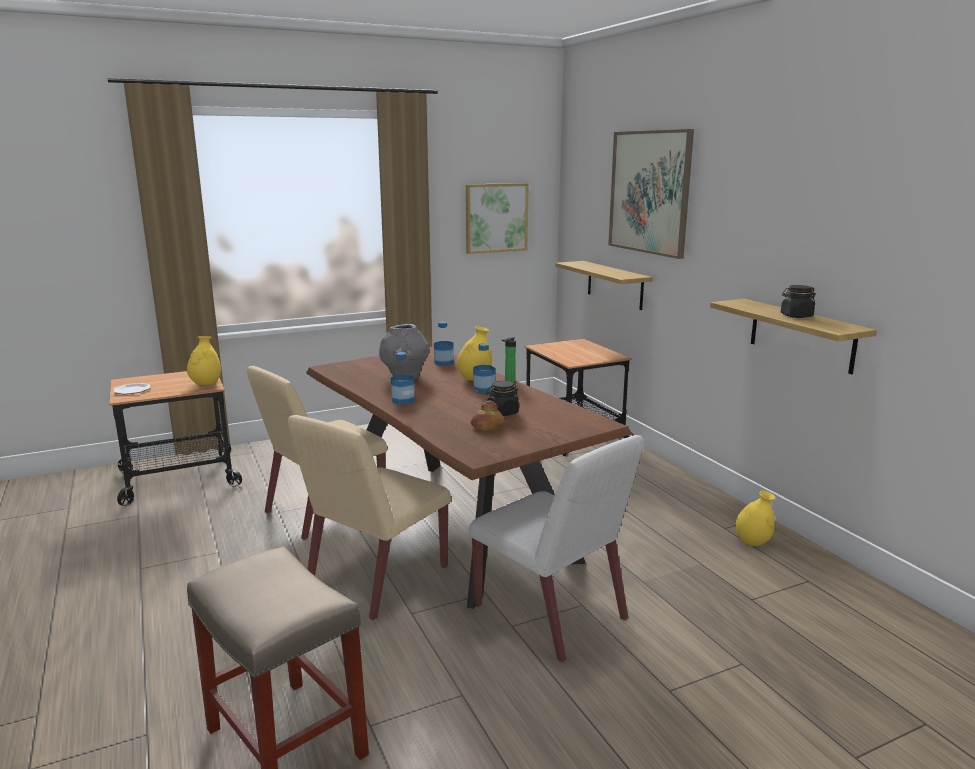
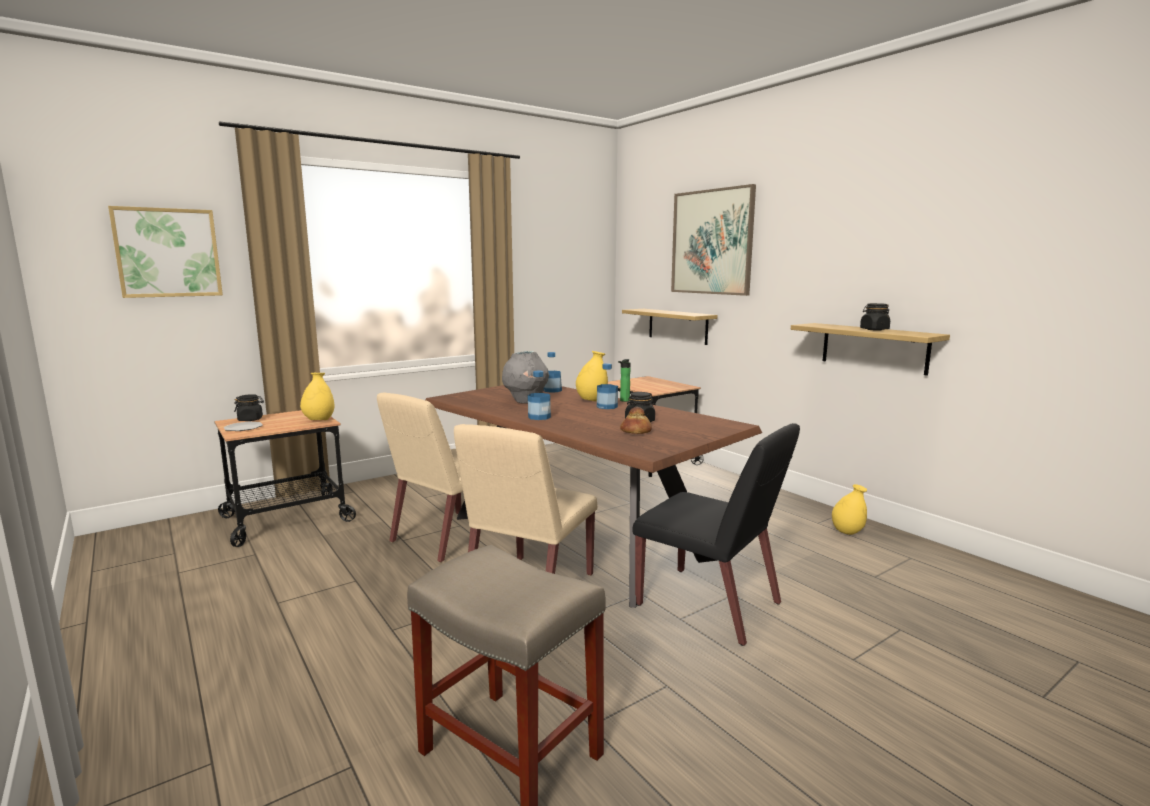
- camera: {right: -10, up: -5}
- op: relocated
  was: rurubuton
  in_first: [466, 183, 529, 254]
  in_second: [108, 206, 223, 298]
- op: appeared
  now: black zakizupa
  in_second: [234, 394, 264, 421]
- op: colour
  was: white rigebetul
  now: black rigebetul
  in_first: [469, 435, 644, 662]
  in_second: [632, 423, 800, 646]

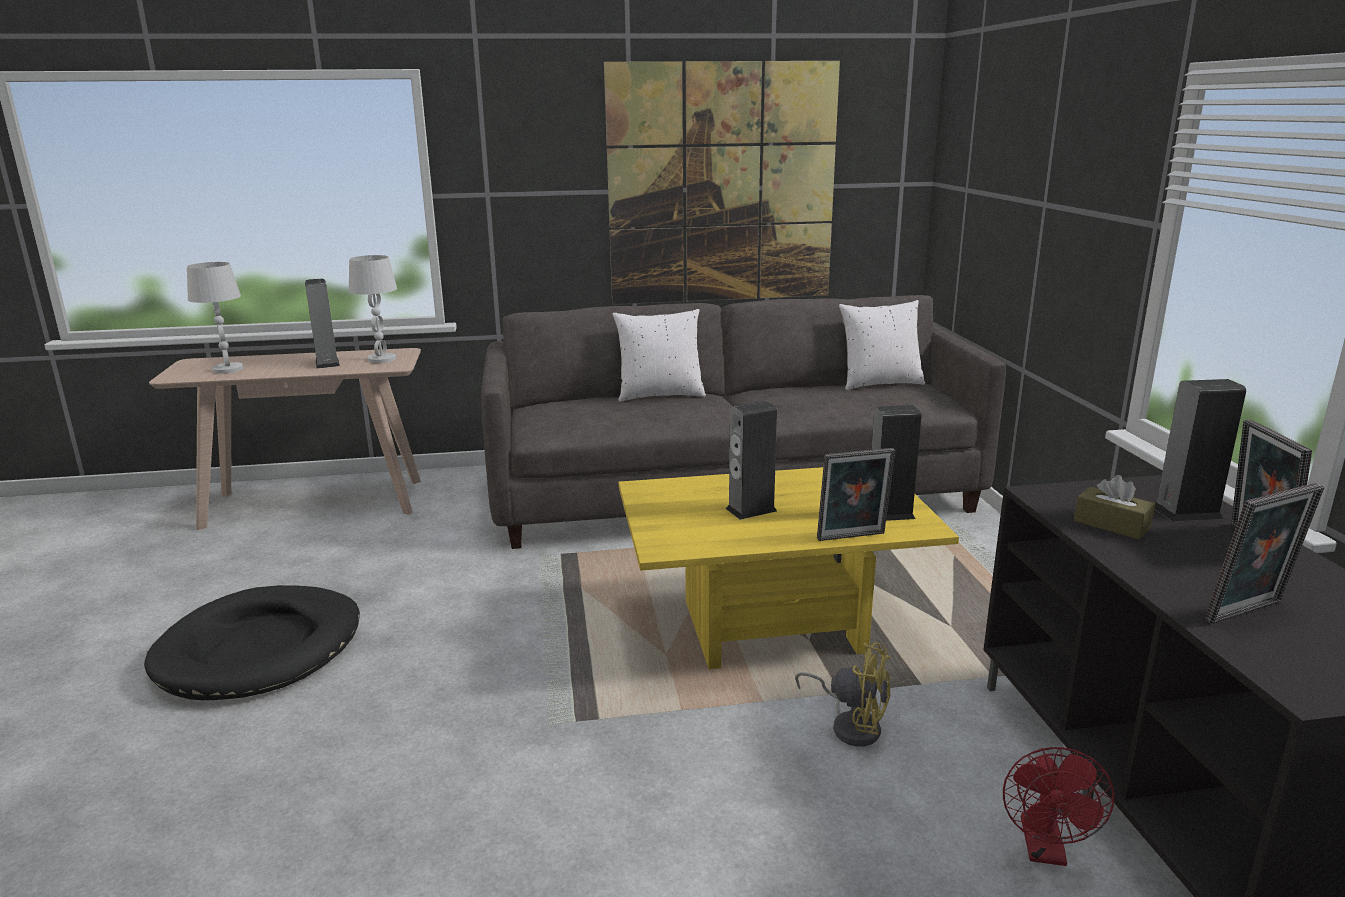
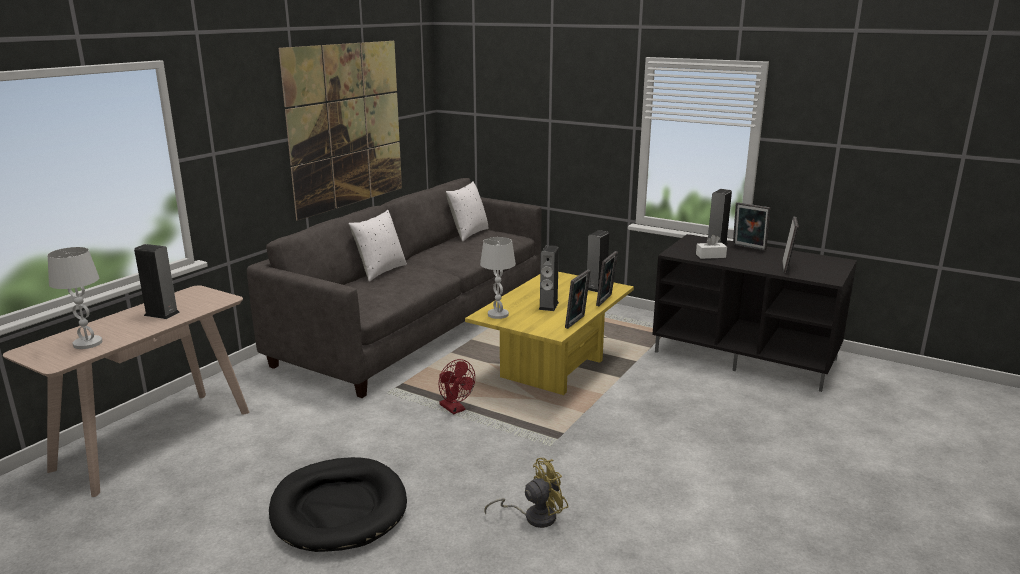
- camera: {right: -50, up: 0}
- op: relocated
  was: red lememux
  in_first: [1003, 747, 1114, 866]
  in_second: [438, 359, 475, 414]
- op: relocated
  was: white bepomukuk
  in_first: [349, 255, 397, 363]
  in_second: [480, 237, 516, 319]
- op: relocated
  was: yellow lememux
  in_first: [795, 642, 890, 746]
  in_second: [484, 458, 568, 528]
- op: appeared
  now: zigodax
  in_second: [565, 269, 591, 329]
- op: colour
  was: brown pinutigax
  now: white pinutigax
  in_first: [1074, 475, 1155, 539]
  in_second: [696, 235, 727, 259]

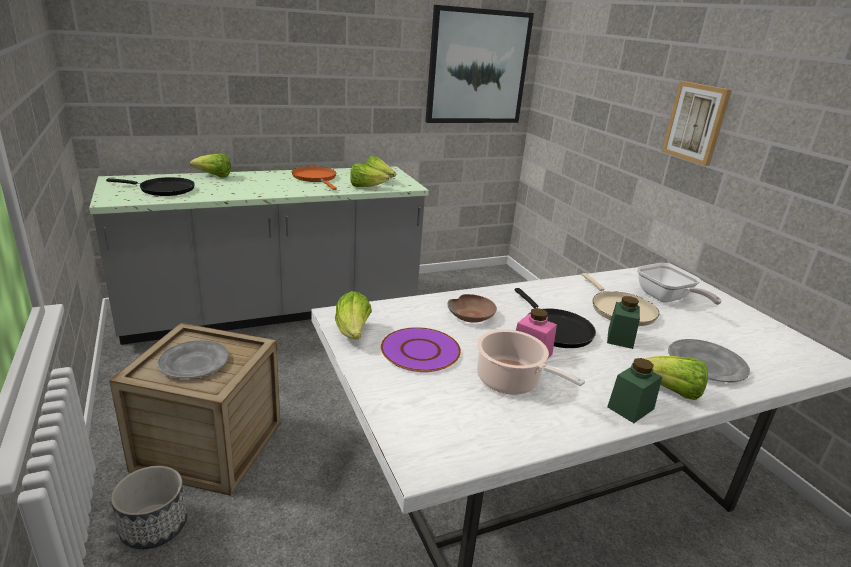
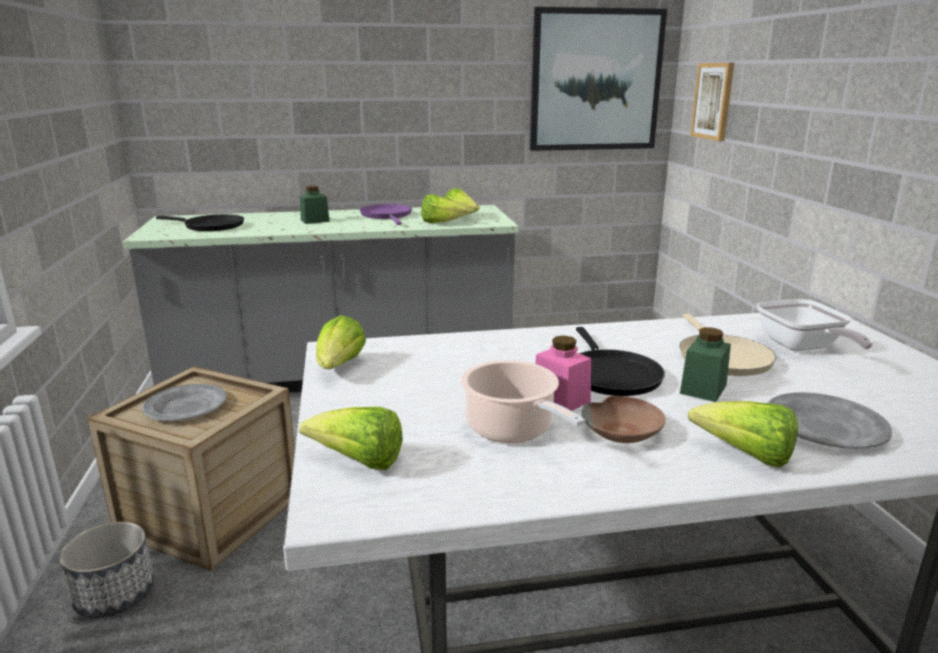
- camera: {right: 15, up: -5}
- op: relocated
  was: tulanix
  in_first: [190, 153, 231, 177]
  in_second: [299, 407, 403, 470]
- op: relocated
  was: green zakizupa
  in_first: [607, 358, 662, 423]
  in_second: [300, 186, 330, 224]
- op: colour
  was: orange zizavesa
  now: purple zizavesa
  in_first: [292, 166, 337, 190]
  in_second: [360, 204, 412, 225]
- op: relocated
  was: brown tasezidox
  in_first: [448, 294, 497, 323]
  in_second: [582, 396, 666, 443]
- op: relocated
  was: rurubuton
  in_first: [662, 81, 732, 166]
  in_second: [690, 63, 734, 141]
- op: missing
  was: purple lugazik
  in_first: [381, 327, 461, 372]

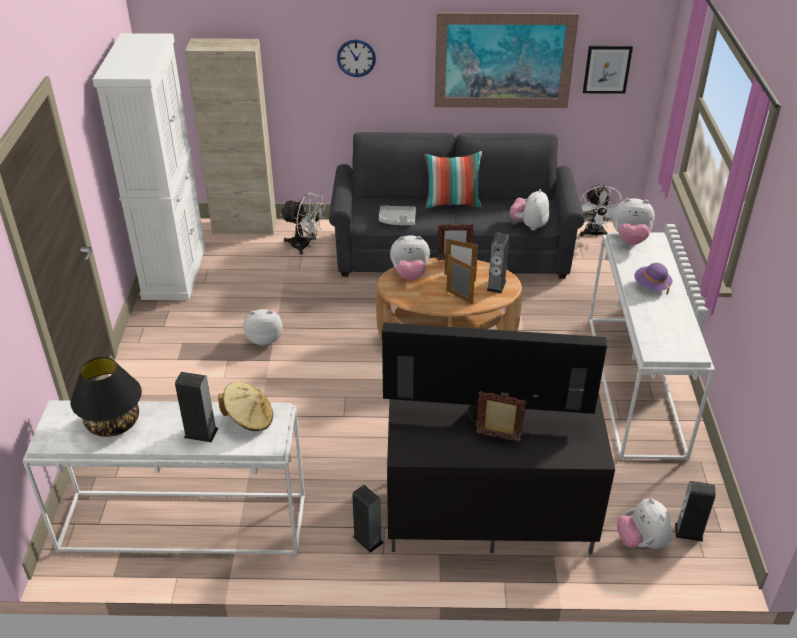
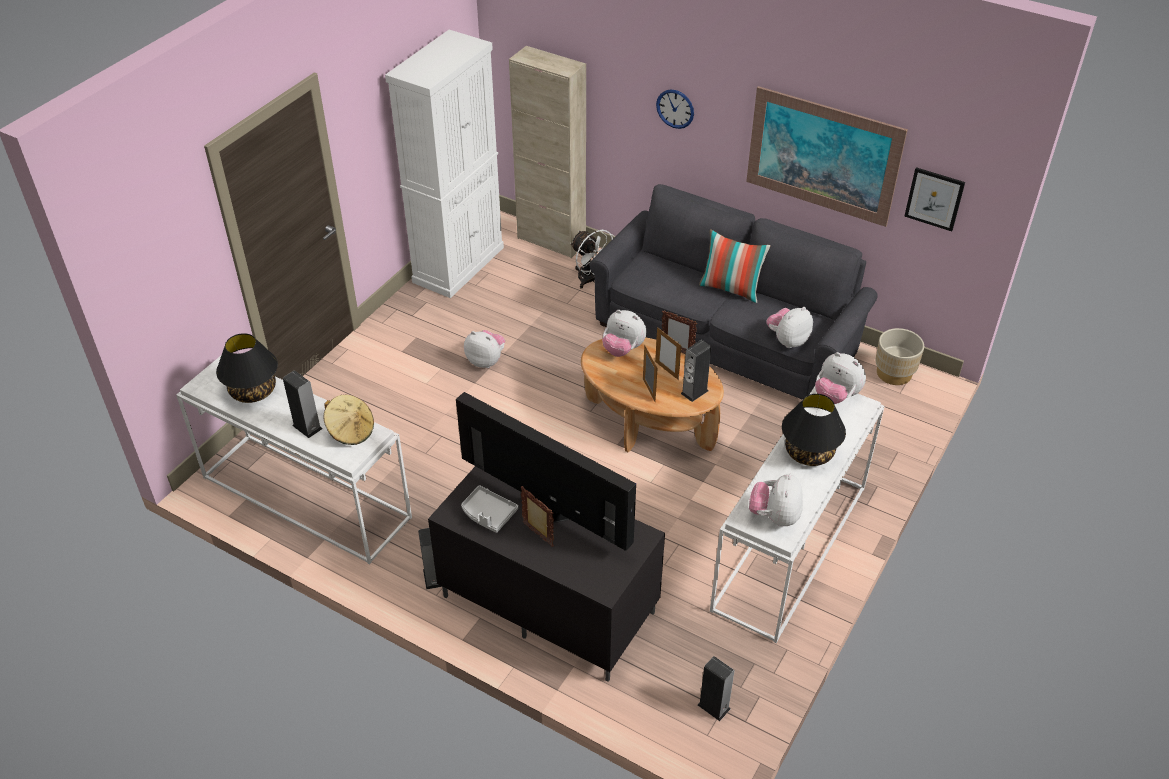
- camera: {right: 30, up: 5}
- op: relocated
  was: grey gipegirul
  in_first: [379, 206, 416, 225]
  in_second: [461, 485, 518, 533]
- op: relocated
  was: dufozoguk
  in_first: [617, 498, 673, 549]
  in_second: [749, 474, 803, 526]
- op: exchanged
  was: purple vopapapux
  now: black bepomukuk
  in_first: [634, 263, 673, 295]
  in_second: [782, 394, 846, 466]
- op: exchanged
  was: white lememux
  now: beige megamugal
  in_first: [580, 184, 623, 238]
  in_second: [876, 328, 924, 385]

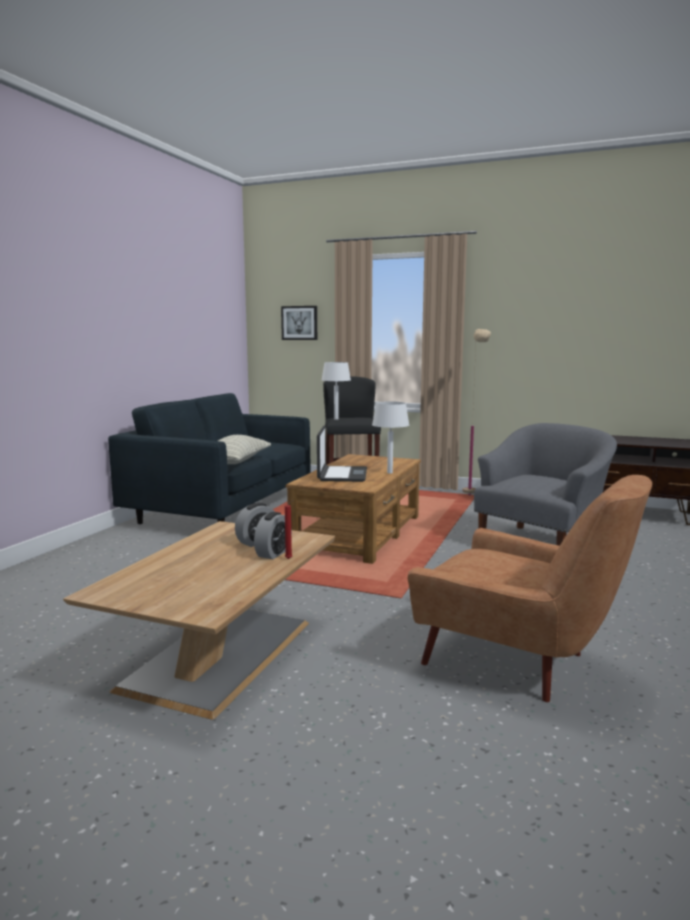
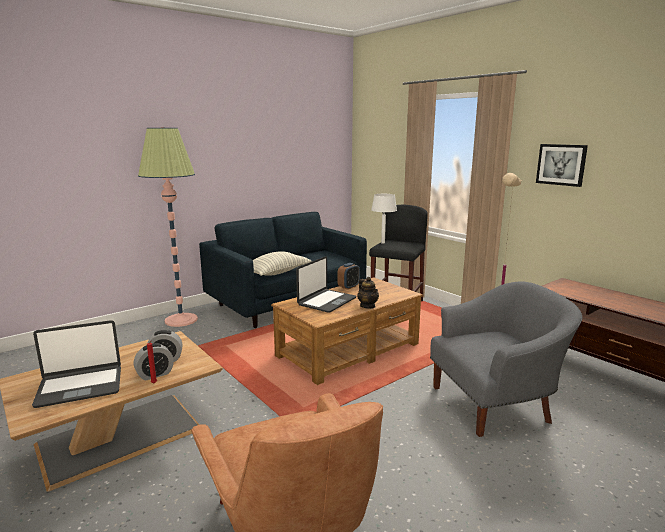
- camera: {right: 30, up: 5}
- op: appeared
  now: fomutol
  in_second: [32, 320, 121, 408]
- op: appeared
  now: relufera
  in_second: [138, 127, 198, 327]
- op: appeared
  now: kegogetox
  in_second: [337, 263, 360, 289]
- op: exchanged
  was: white bepomukuk
  now: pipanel
  in_first: [372, 401, 409, 474]
  in_second: [357, 277, 379, 309]
- op: relocated
  was: rurubuton
  in_first: [281, 306, 317, 340]
  in_second: [536, 144, 588, 187]

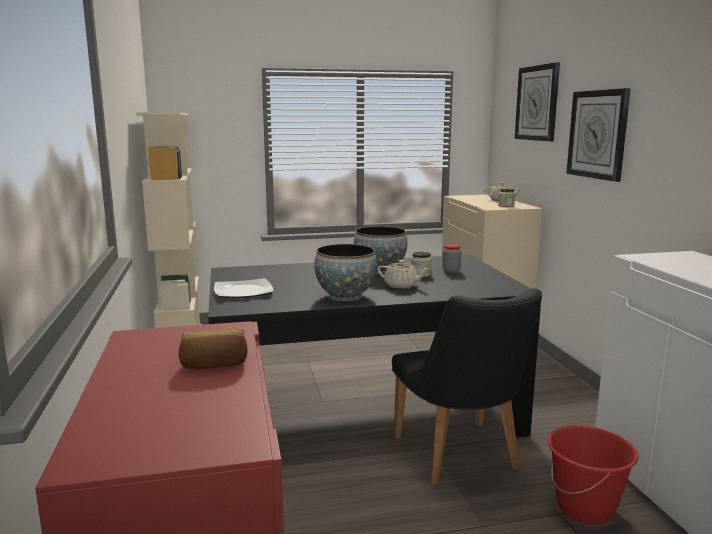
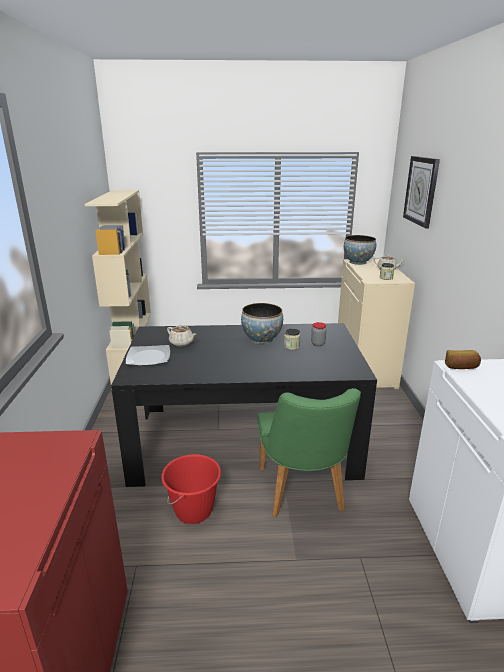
- camera: {right: 10, up: 10}
- op: relocated
  was: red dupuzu
  in_first: [548, 425, 639, 525]
  in_second: [161, 454, 221, 524]
- op: relocated
  was: beige pipanel
  in_first: [378, 260, 428, 289]
  in_second: [167, 325, 196, 346]
- op: colour
  was: black rigebetul
  now: green rigebetul
  in_first: [392, 288, 542, 485]
  in_second: [257, 388, 361, 517]
- op: relocated
  was: tasezidox
  in_first: [315, 244, 377, 301]
  in_second: [344, 235, 376, 265]
- op: relocated
  was: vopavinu
  in_first: [178, 328, 248, 369]
  in_second: [445, 350, 481, 369]
- op: missing
  was: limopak
  in_first: [566, 88, 631, 182]

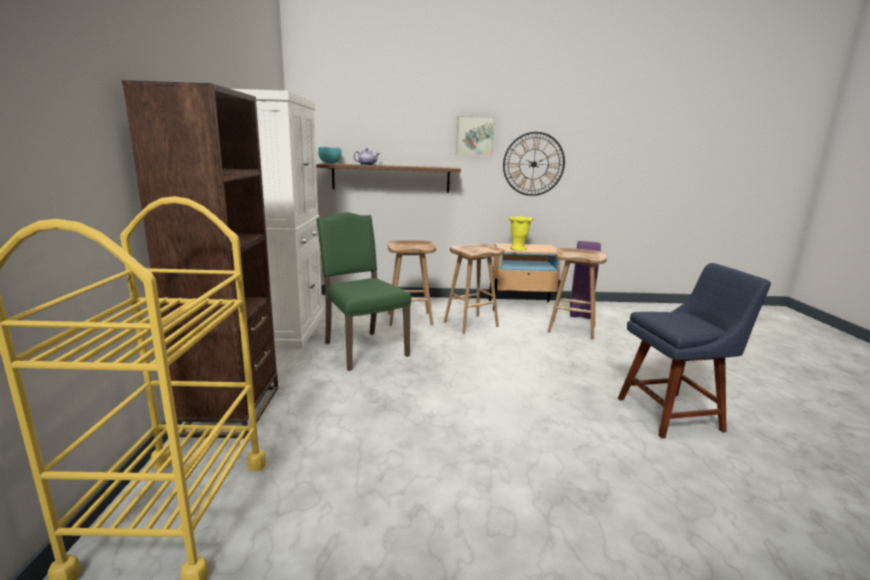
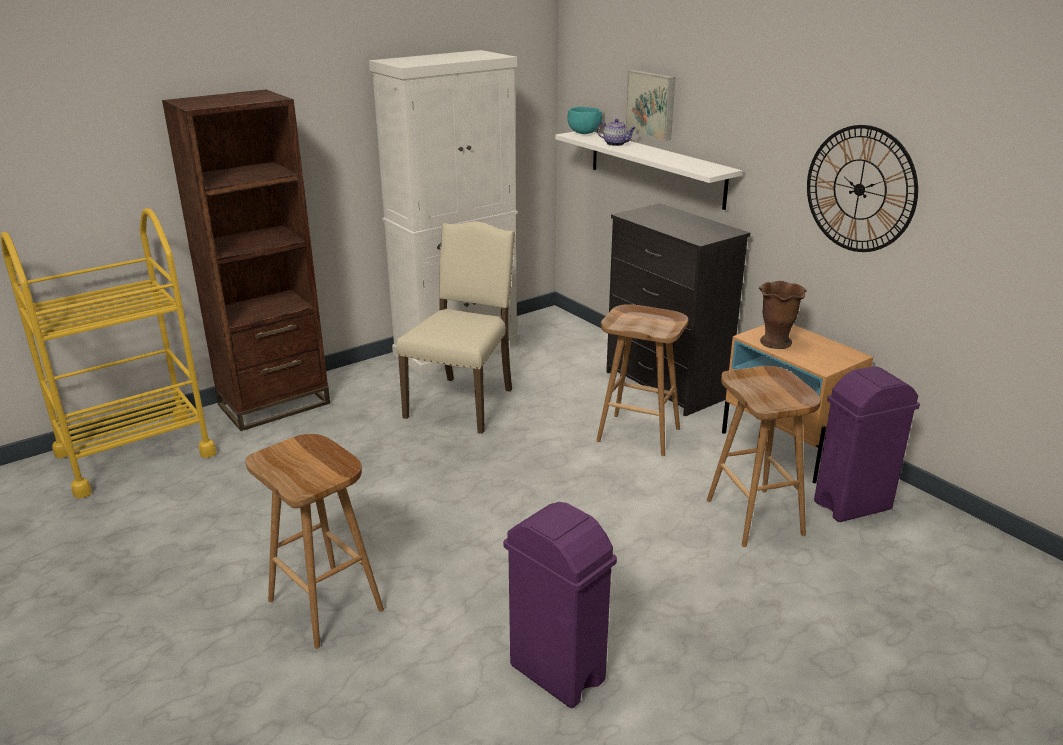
- camera: {right: 55, up: 10}
- op: relocated
  was: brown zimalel
  in_first: [387, 240, 436, 326]
  in_second: [245, 434, 384, 649]
- op: colour
  was: green rigebetul
  now: beige rigebetul
  in_first: [316, 212, 411, 371]
  in_second: [396, 221, 515, 434]
- op: exchanged
  was: blue rigebetul
  now: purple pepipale
  in_first: [618, 263, 771, 438]
  in_second: [503, 502, 617, 708]
- op: colour
  was: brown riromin
  now: white riromin
  in_first: [317, 163, 461, 193]
  in_second: [555, 131, 742, 210]
- op: appeared
  now: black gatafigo
  in_second: [606, 203, 750, 416]
- op: relocated
  was: rurubuton
  in_first: [456, 116, 495, 156]
  in_second: [625, 70, 675, 141]
- op: colour
  was: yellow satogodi
  now: brown satogodi
  in_first: [508, 216, 533, 251]
  in_second: [759, 281, 807, 349]

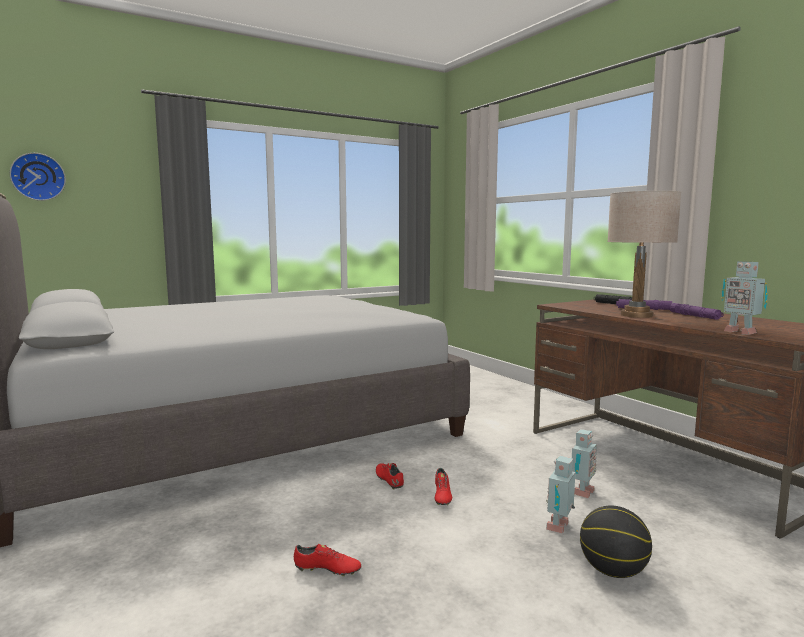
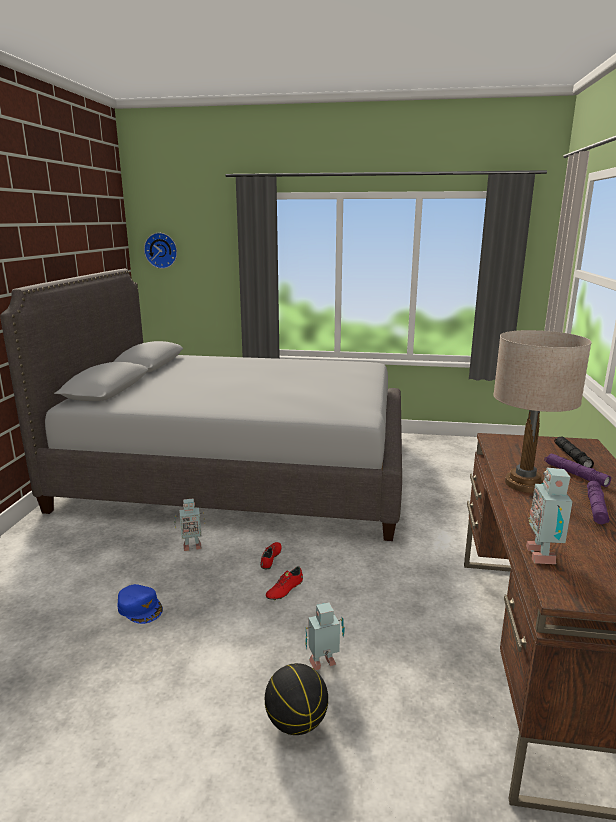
- camera: {right: 40, up: 10}
- op: exchanged
  was: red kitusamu
  now: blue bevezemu
  in_first: [294, 544, 361, 577]
  in_second: [117, 584, 163, 624]
- op: relocated
  was: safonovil
  in_first: [572, 429, 597, 498]
  in_second: [174, 498, 205, 551]

